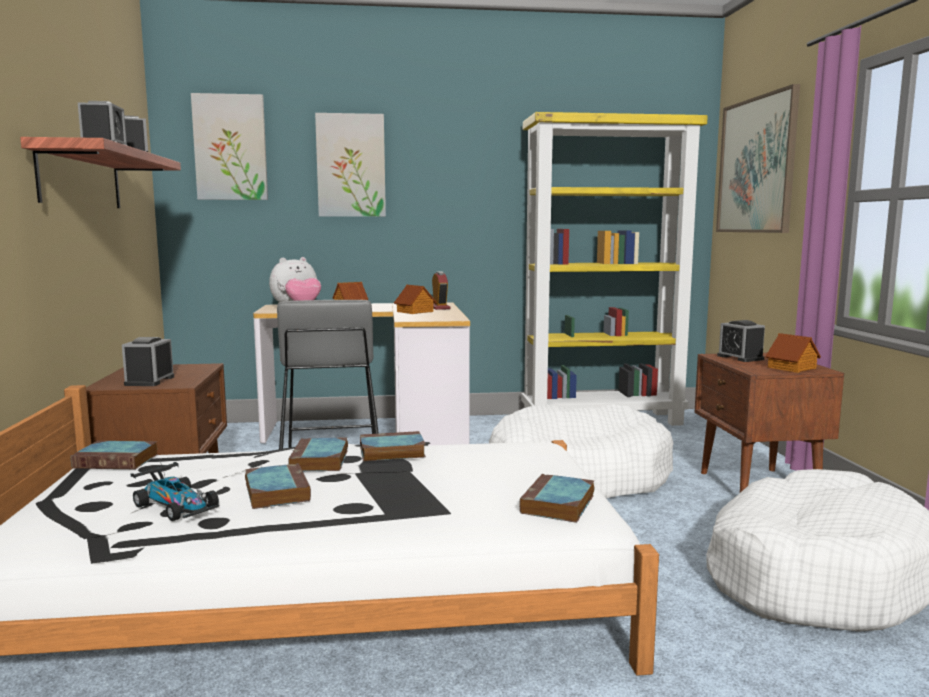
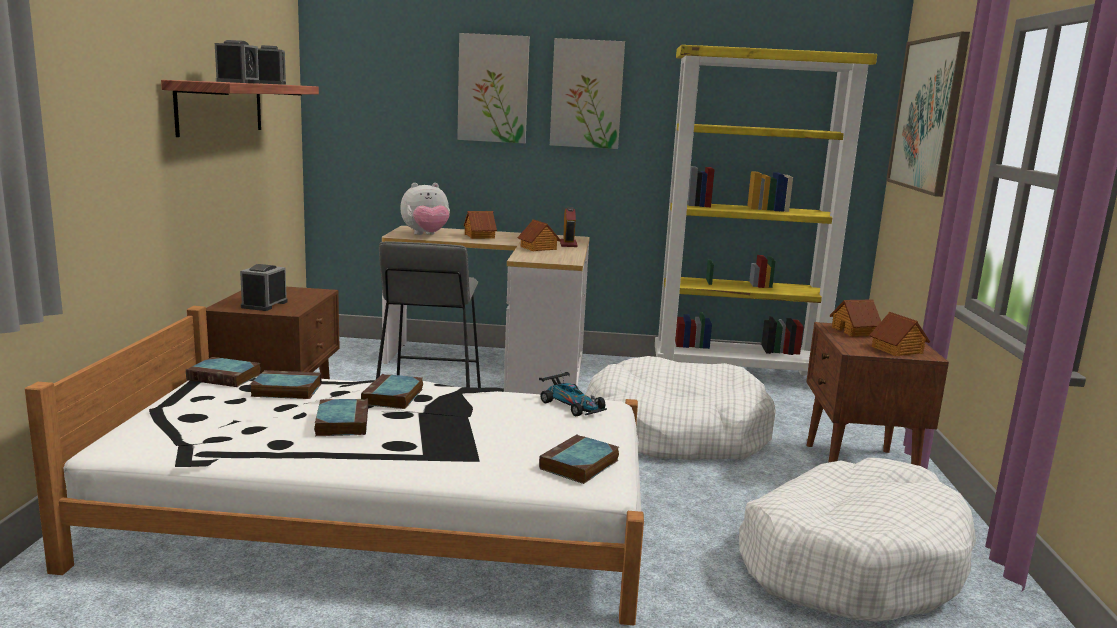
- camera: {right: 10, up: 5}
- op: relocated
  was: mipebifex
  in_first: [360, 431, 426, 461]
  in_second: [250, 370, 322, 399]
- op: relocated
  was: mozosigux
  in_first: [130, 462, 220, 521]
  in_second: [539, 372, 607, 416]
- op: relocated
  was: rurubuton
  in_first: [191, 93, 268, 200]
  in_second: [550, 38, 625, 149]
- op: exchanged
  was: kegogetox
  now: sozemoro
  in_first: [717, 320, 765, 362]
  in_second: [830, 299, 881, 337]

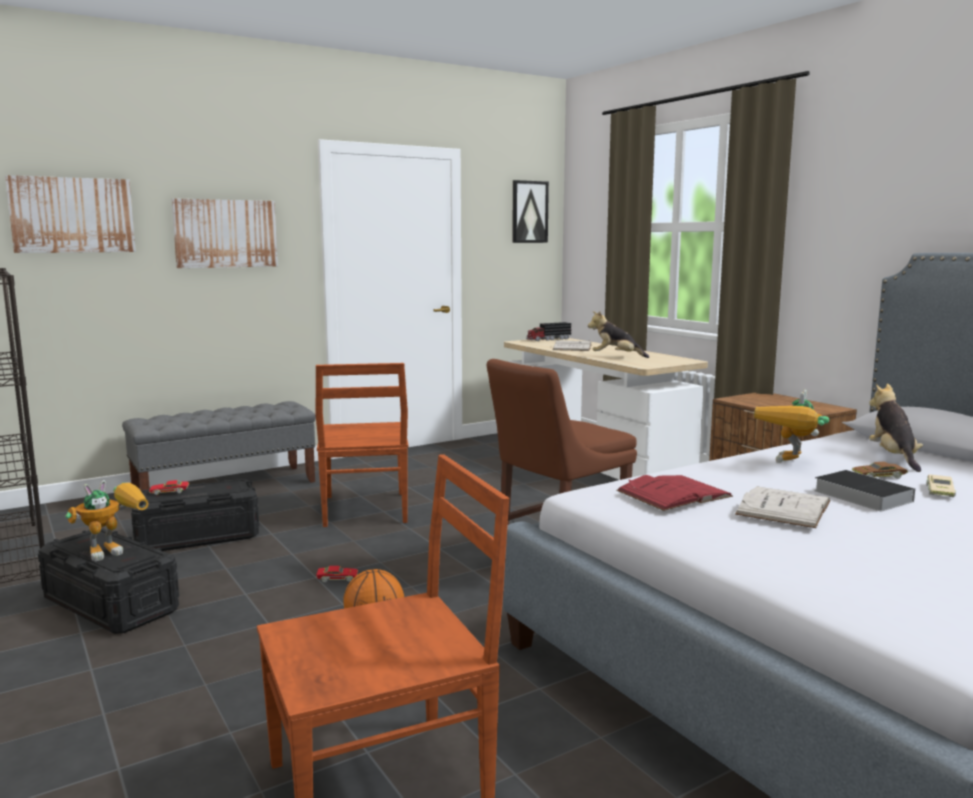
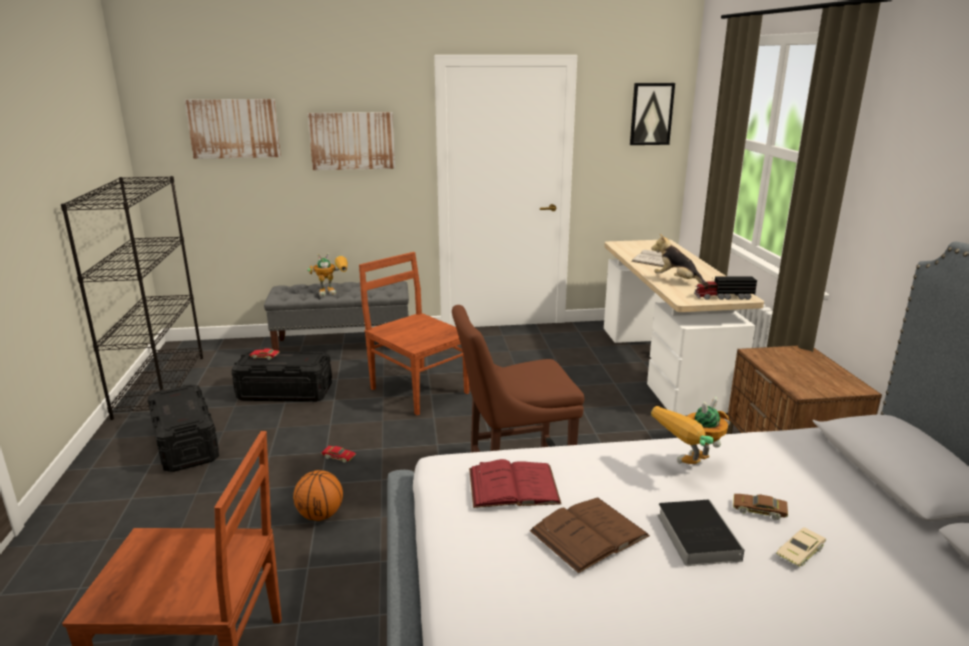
- camera: {right: 25, up: 10}
- op: relocated
  was: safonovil
  in_first: [65, 480, 149, 561]
  in_second: [307, 253, 348, 296]
- op: spun
  was: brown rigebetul
  in_first: [315, 363, 408, 527]
  in_second: [359, 252, 469, 415]
  clockwise: 120
- op: colour
  was: white mipebifex
  now: brown mipebifex
  in_first: [735, 486, 830, 528]
  in_second: [530, 498, 650, 573]
- op: relocated
  was: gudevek
  in_first: [526, 322, 572, 341]
  in_second: [694, 276, 757, 300]
- op: missing
  was: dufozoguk
  in_first: [869, 383, 923, 472]

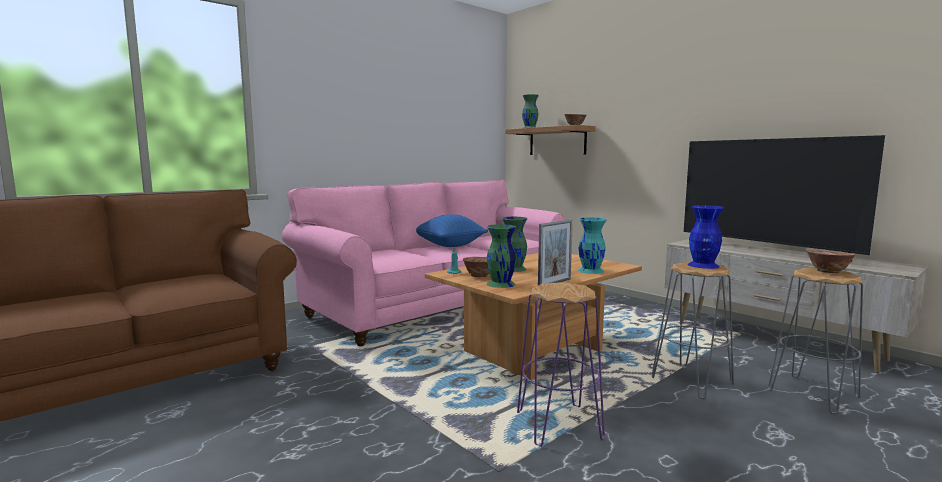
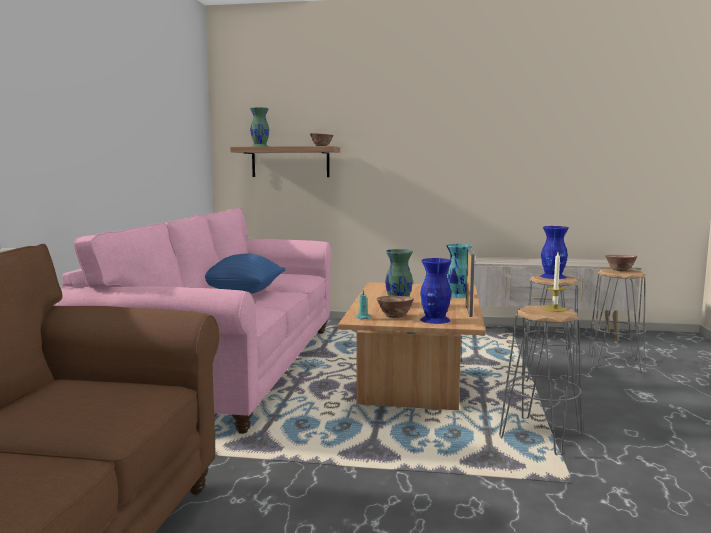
- camera: {right: -40, up: 0}
- op: colour
  was: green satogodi
  now: blue satogodi
  in_first: [486, 224, 516, 288]
  in_second: [420, 258, 452, 324]
- op: colour
  was: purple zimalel
  now: grey zimalel
  in_first: [517, 282, 605, 447]
  in_second: [499, 305, 583, 455]
- op: appeared
  now: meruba
  in_second: [544, 253, 566, 312]
- op: missing
  was: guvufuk
  in_first: [684, 135, 885, 262]

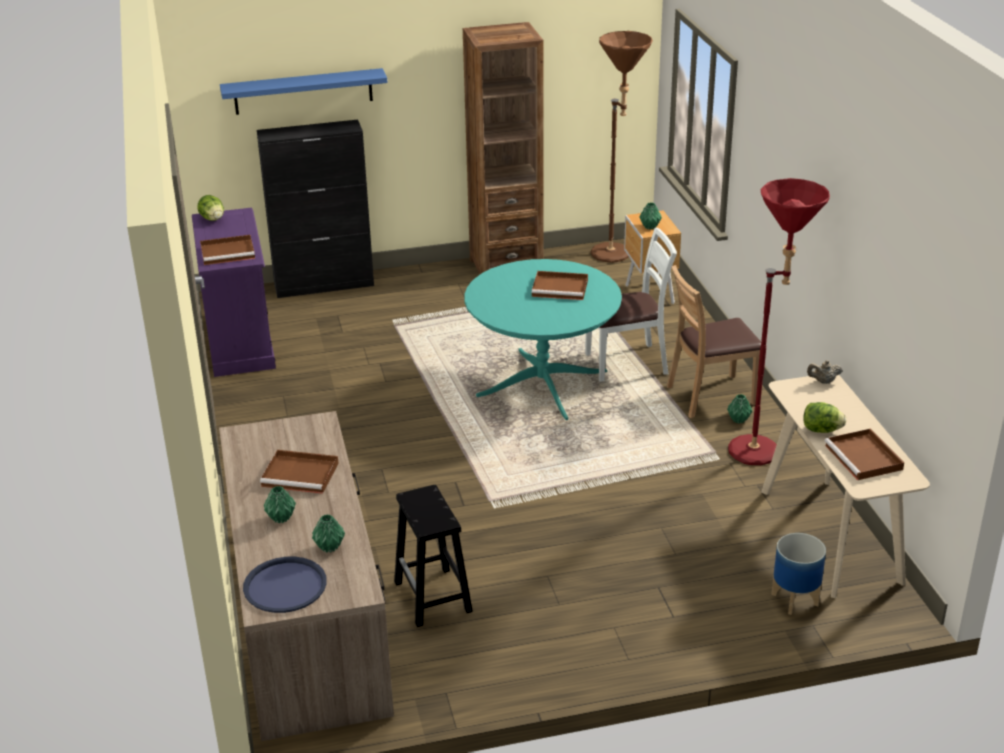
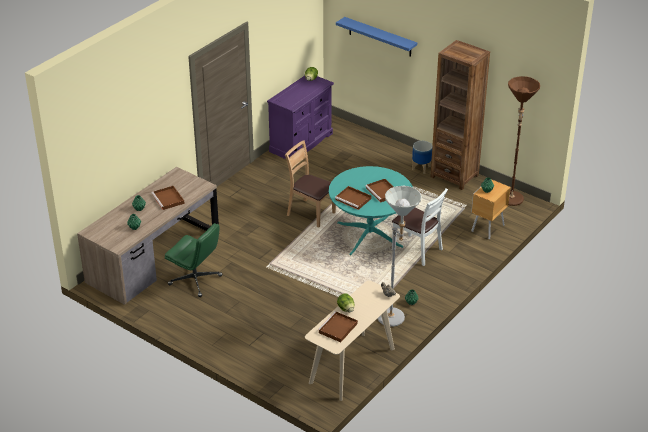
- camera: {right: 50, up: 5}
- op: exchanged
  was: black zimalel
  now: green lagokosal
  in_first: [394, 485, 473, 627]
  in_second: [165, 223, 222, 297]
- op: relocated
  was: brown rigebetul
  in_first: [667, 265, 761, 418]
  in_second: [285, 140, 336, 228]
- op: relocated
  was: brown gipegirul
  in_first: [200, 235, 255, 265]
  in_second: [335, 186, 372, 210]
- op: colour
  was: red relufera
  now: grey relufera
  in_first: [728, 178, 830, 465]
  in_second: [377, 186, 422, 327]
- op: relocated
  was: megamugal
  in_first: [771, 533, 826, 615]
  in_second: [412, 141, 432, 174]
- op: missing
  was: blue gipegirul
  in_first: [243, 557, 327, 613]
- op: missing
  was: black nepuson
  in_first: [257, 120, 374, 298]

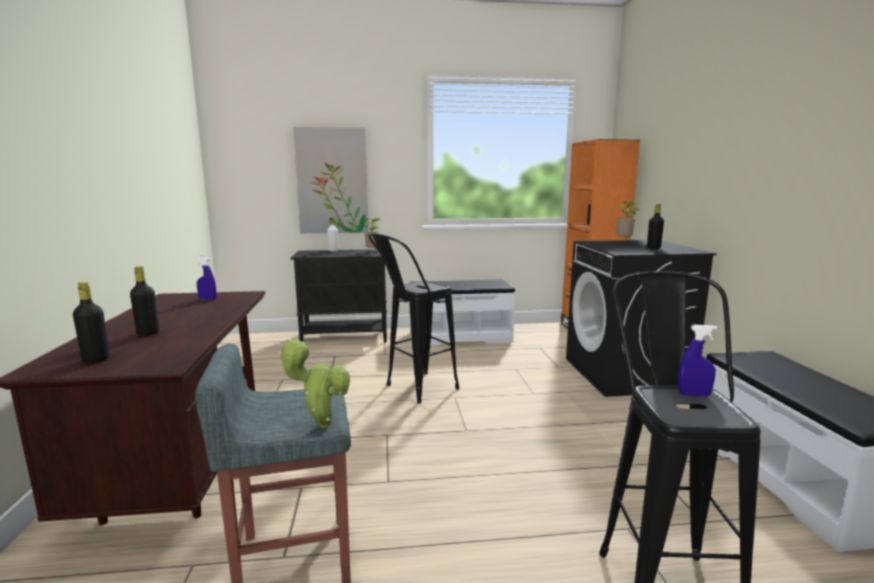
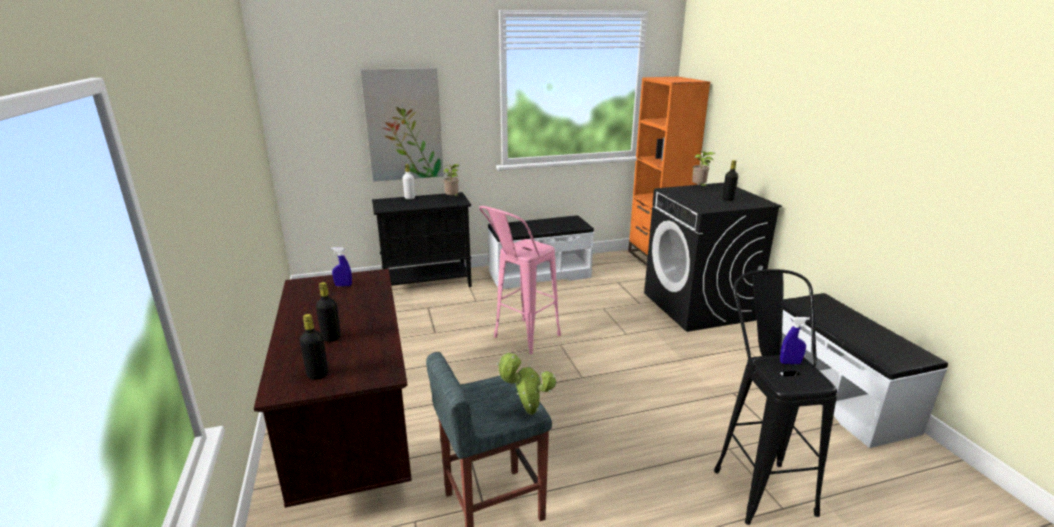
- camera: {right: -10, up: 10}
- op: colour
  was: black zimalel
  now: pink zimalel
  in_first: [368, 233, 459, 404]
  in_second: [479, 206, 561, 354]

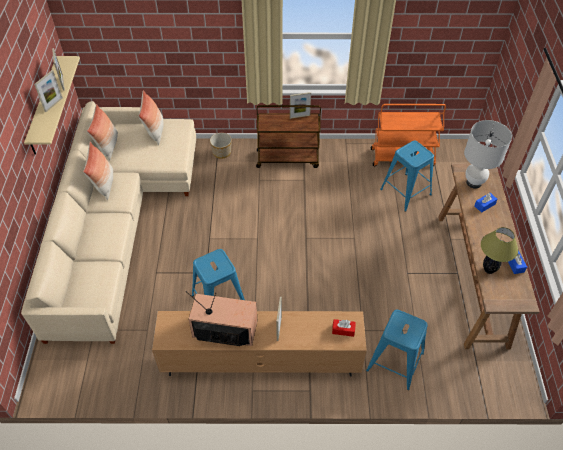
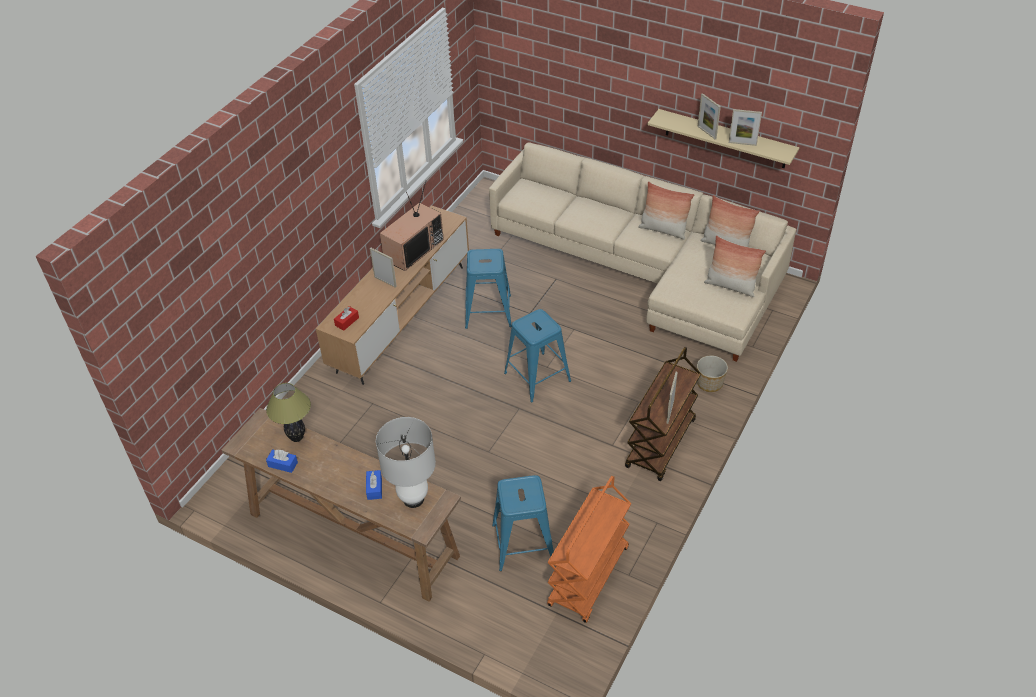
- camera: {right: 120, up: -5}
- op: relocated
  was: blue zimalel
  in_first: [366, 310, 428, 390]
  in_second: [504, 309, 571, 403]

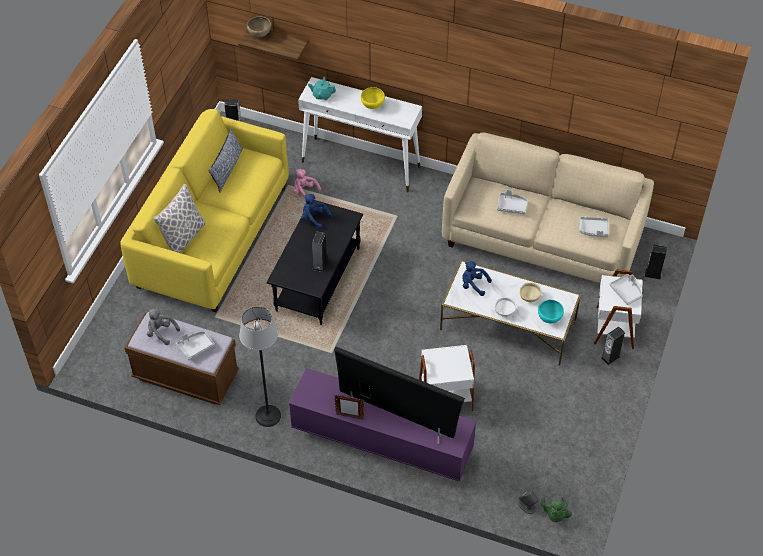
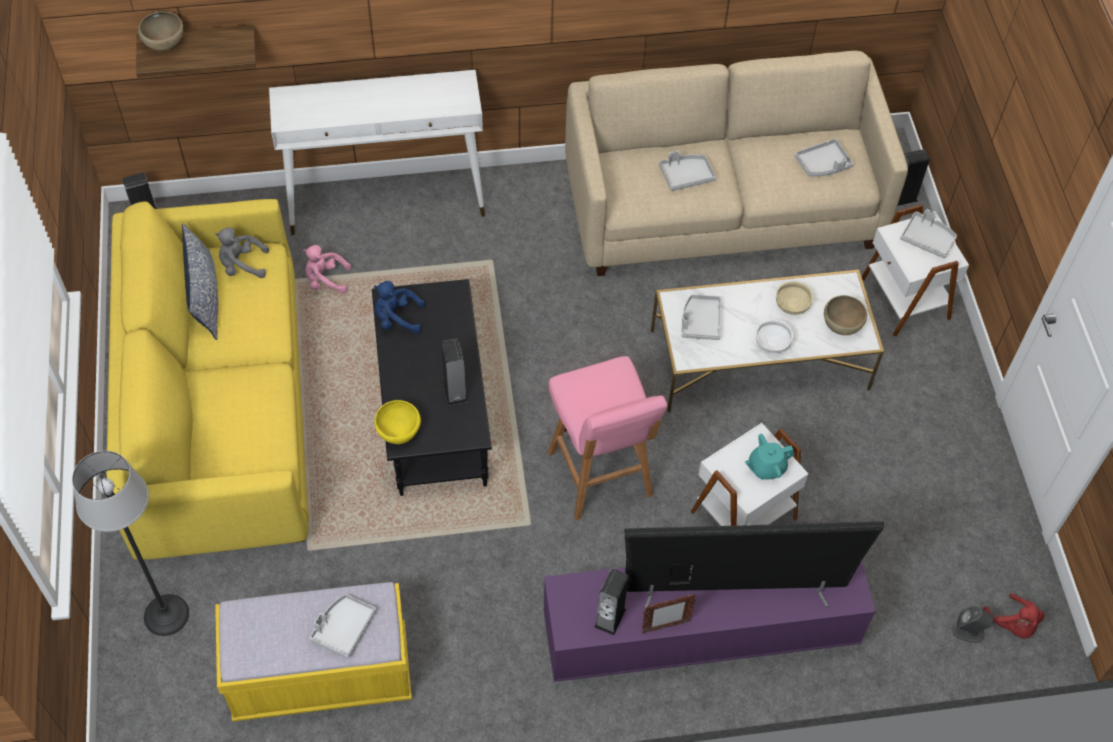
- camera: {right: -30, up: 5}
- op: relocated
  was: relufera
  in_first: [239, 306, 281, 427]
  in_second: [72, 451, 189, 636]
- op: relocated
  was: grey dufozoguk
  in_first: [147, 309, 180, 345]
  in_second: [215, 227, 269, 278]
- op: colour
  was: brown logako
  now: yellow logako
  in_first: [125, 312, 239, 405]
  in_second: [215, 582, 412, 722]
- op: relocated
  was: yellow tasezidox
  in_first: [361, 87, 385, 109]
  in_second: [374, 400, 421, 444]
- op: appeared
  now: pink zimalel
  in_second: [548, 356, 668, 520]
- op: relocated
  was: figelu
  in_first: [601, 326, 625, 365]
  in_second: [594, 568, 629, 636]
- op: exchanged
  was: blue dufozoguk
  now: grey gipegirul
  in_first: [462, 261, 492, 296]
  in_second: [682, 295, 721, 340]
- op: relocated
  was: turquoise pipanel
  in_first: [308, 77, 336, 100]
  in_second: [745, 434, 794, 480]
- op: colour
  was: turquoise tasezidox
  now: brown tasezidox
  in_first: [538, 300, 564, 323]
  in_second: [824, 295, 867, 335]
- op: colour
  was: green dufozoguk
  now: red dufozoguk
  in_first: [540, 497, 572, 522]
  in_second: [984, 593, 1045, 639]
- op: missing
  was: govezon
  in_first: [153, 184, 205, 253]

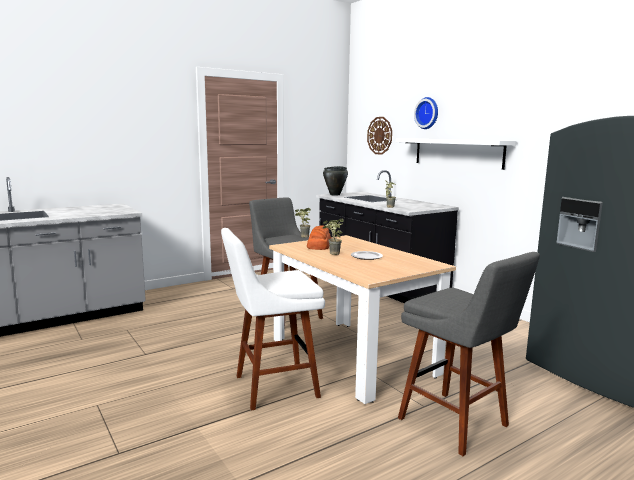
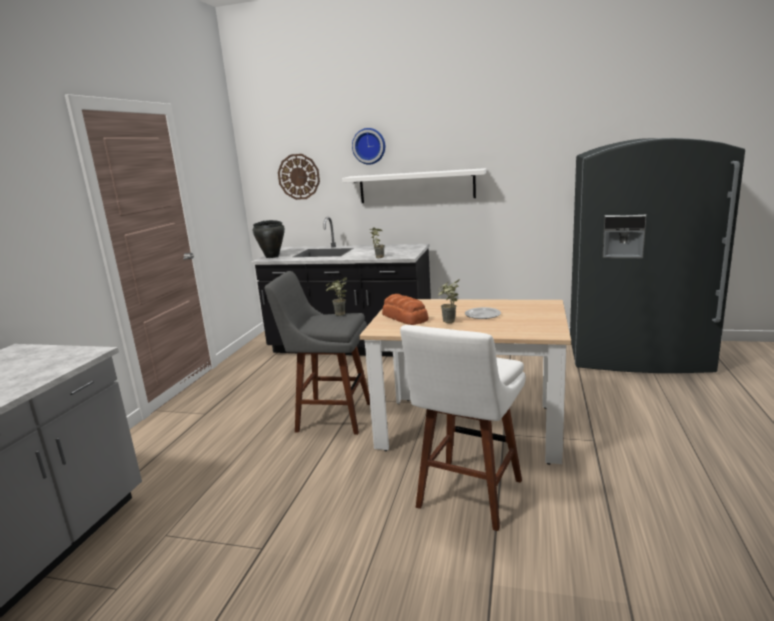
- camera: {right: -40, up: 5}
- op: missing
  was: grey zimalel
  in_first: [398, 252, 540, 456]

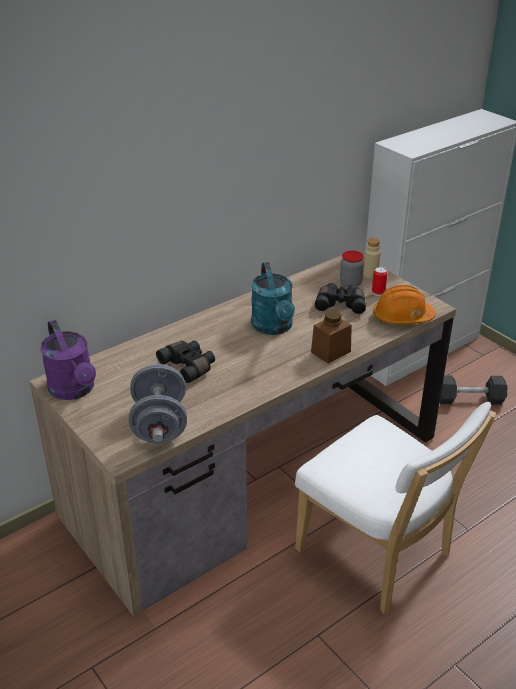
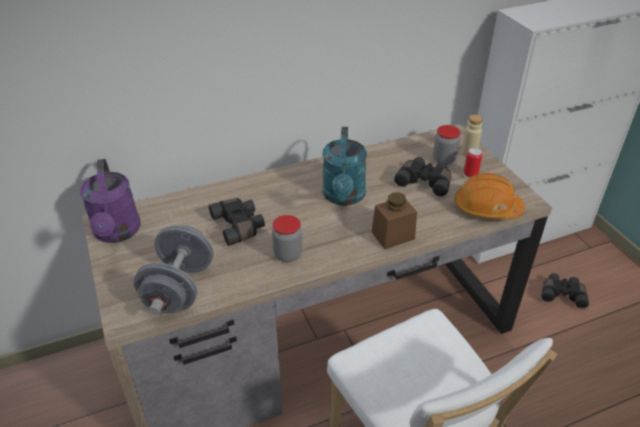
- camera: {right: 15, up: 5}
- op: appeared
  now: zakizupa
  in_second: [272, 215, 302, 262]
- op: exchanged
  was: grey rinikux
  now: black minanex
  in_first: [440, 375, 507, 404]
  in_second: [541, 273, 589, 309]

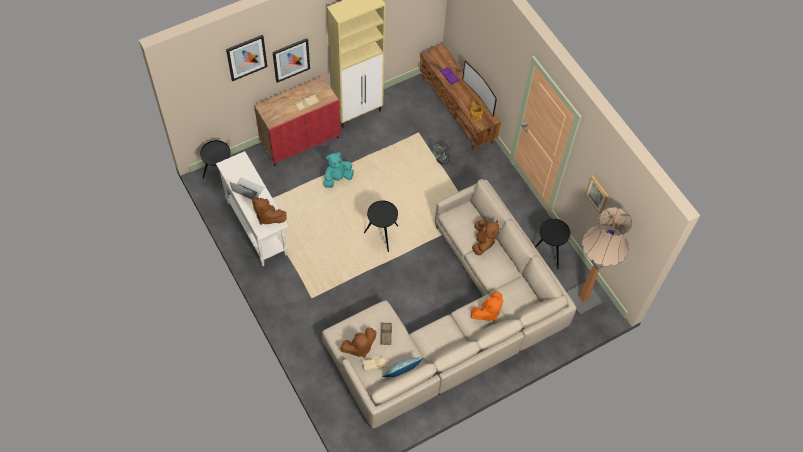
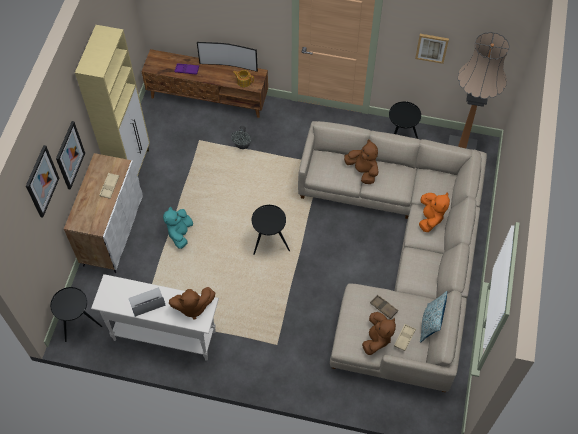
- camera: {right: -45, up: 0}
- op: colour
  was: red nepuson
  now: white nepuson
  in_first: [254, 76, 341, 166]
  in_second: [64, 153, 143, 273]

